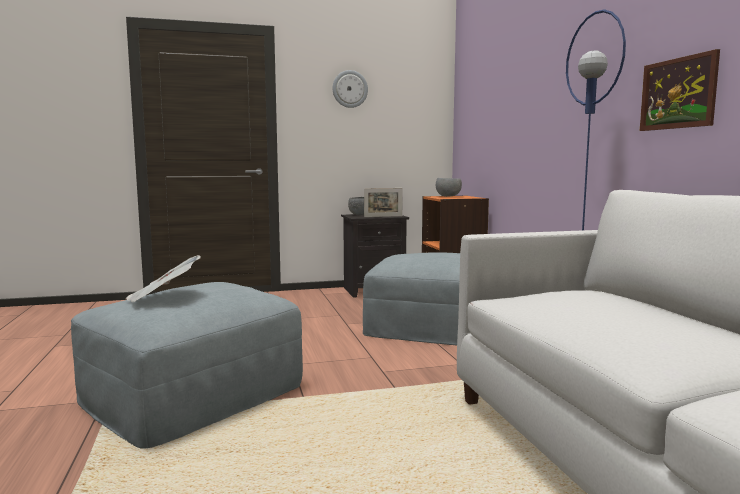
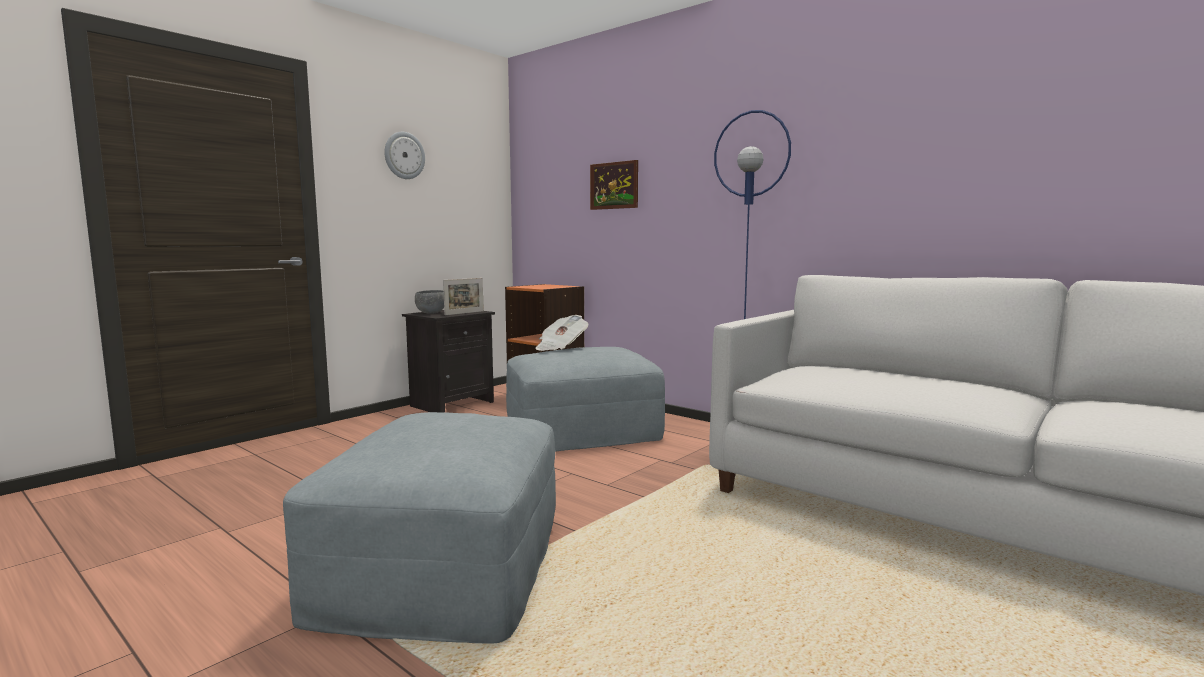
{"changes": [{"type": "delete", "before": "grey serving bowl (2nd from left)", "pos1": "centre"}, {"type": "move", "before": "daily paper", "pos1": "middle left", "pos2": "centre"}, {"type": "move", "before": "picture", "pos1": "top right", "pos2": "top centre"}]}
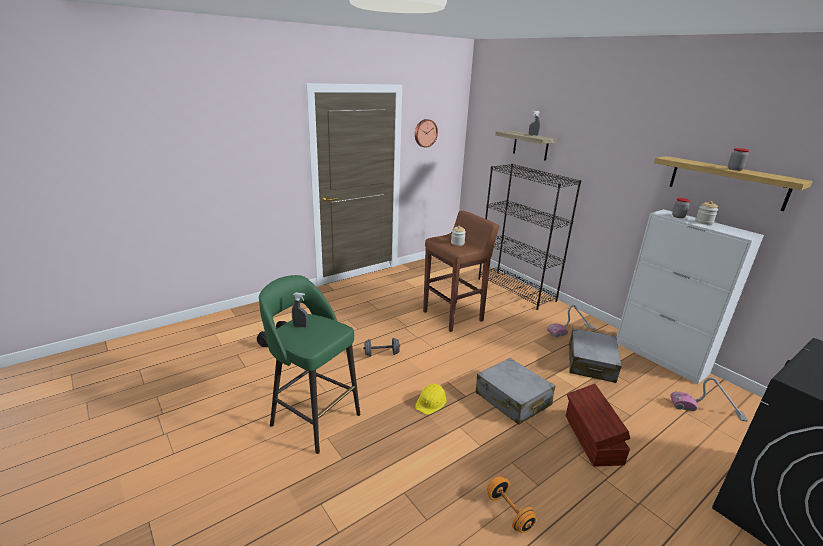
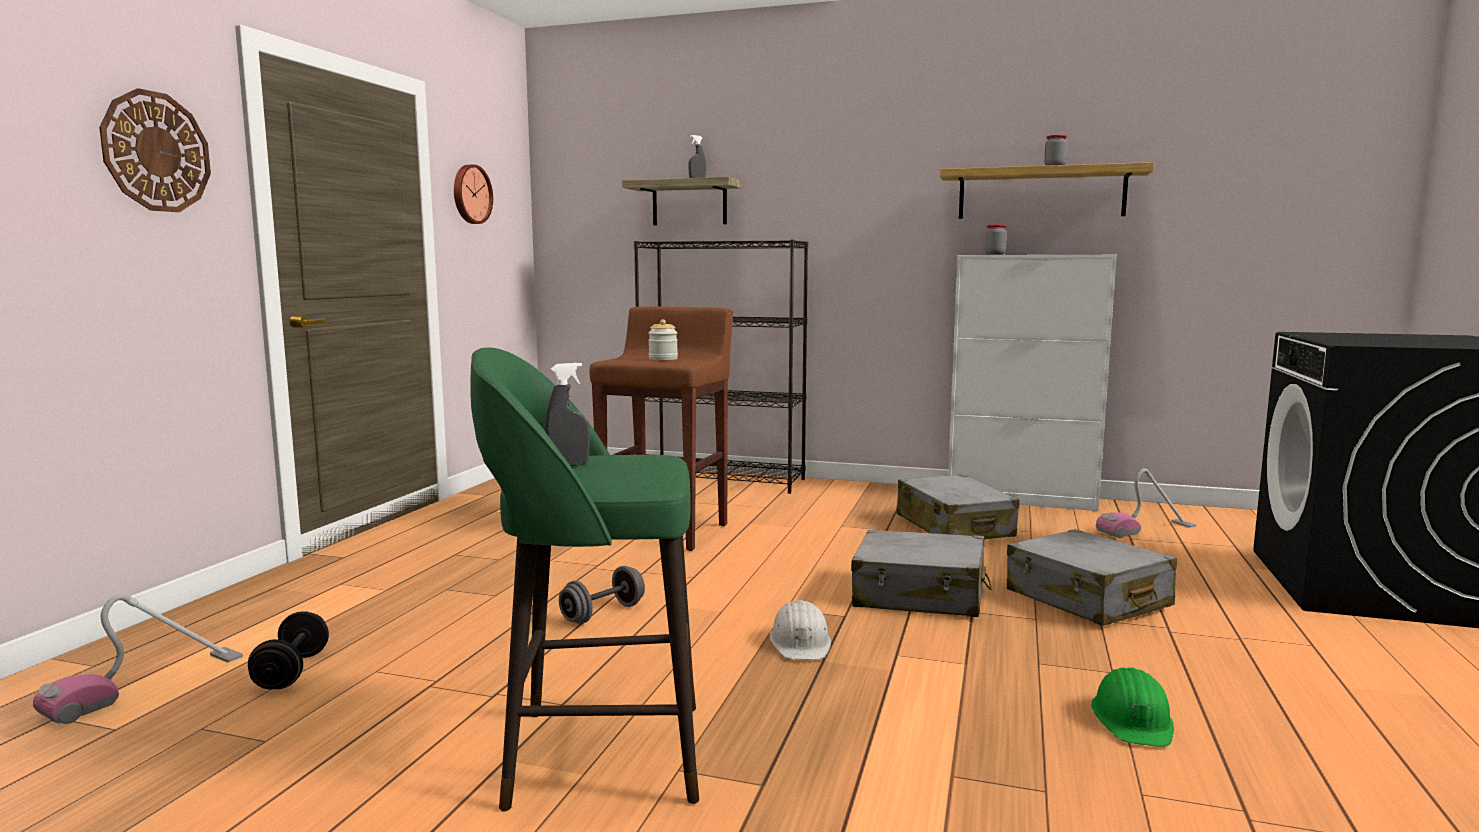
{"changes": [{"type": "delete", "before": "preserve jar (3rd from left)", "pos1": "middle right"}, {"type": "insert", "after": "hanging clock (1st from left)", "pos2": "top left"}, {"type": "move", "before": "hoover (1st from left)", "pos1": "middle right", "pos2": "bottom left"}, {"type": "replace", "before": "orange hand weight", "after": "green-coloured safety helmet", "pos1": "bottom centre", "pos2": "bottom right"}, {"type": "replace", "before": "brown storage container", "after": "grey piece of luggage (3rd from left)", "pos1": "bottom right", "pos2": "bottom right"}, {"type": "recolor", "before": "yellow-coloured safety helmet", "after": "whitish safety helmet", "pos1": "bottom centre", "pos2": "bottom centre"}]}
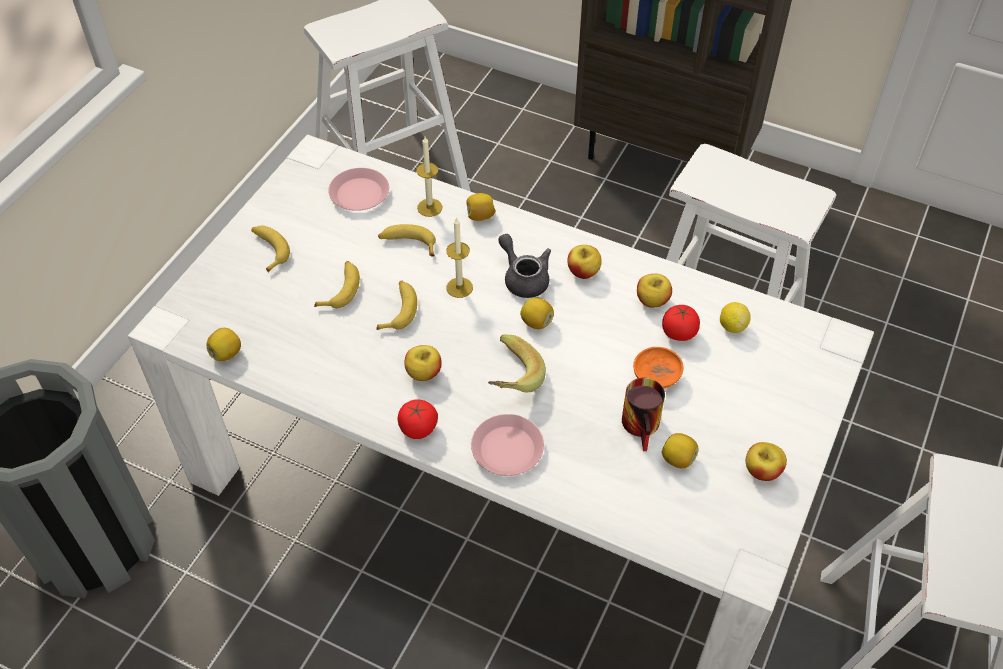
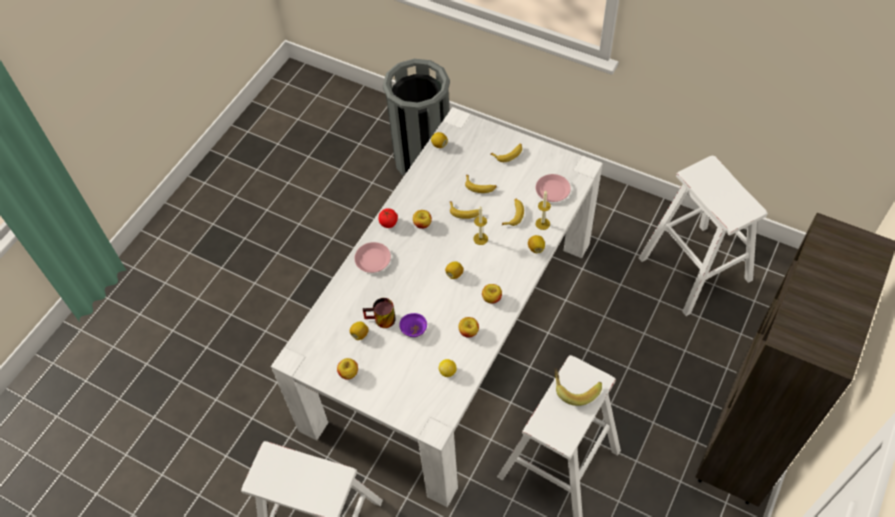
{"changes": [{"type": "delete", "before": "grey teapot", "pos1": "centre"}, {"type": "delete", "before": "fresh tomato (2nd from left)", "pos1": "middle right"}, {"type": "move", "before": "banana fruit (5th from left)", "pos1": "centre", "pos2": "bottom centre"}, {"type": "recolor", "before": "orange serving bowl", "after": "purple-coloured serving bowl", "pos1": "centre", "pos2": "centre"}]}
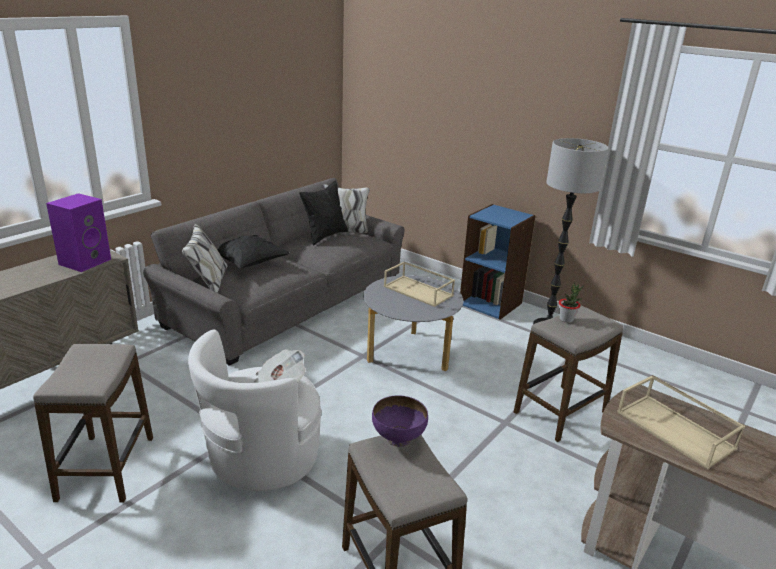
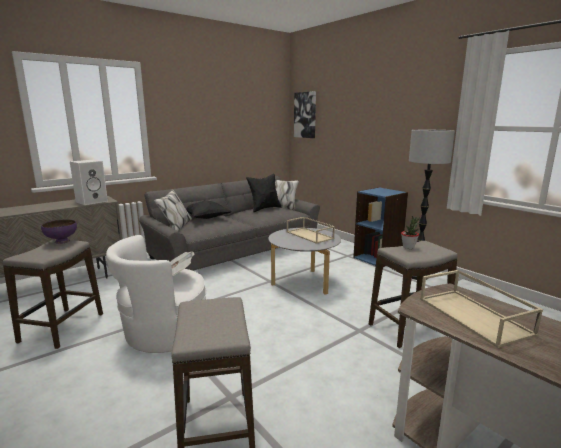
{"changes": [{"type": "insert", "after": "picture", "pos2": "top centre"}, {"type": "move", "before": "purple-coloured serving bowl", "pos1": "bottom centre", "pos2": "middle left"}, {"type": "recolor", "before": "purple-coloured speaker", "after": "whitish speaker", "pos1": "middle left", "pos2": "middle left"}]}
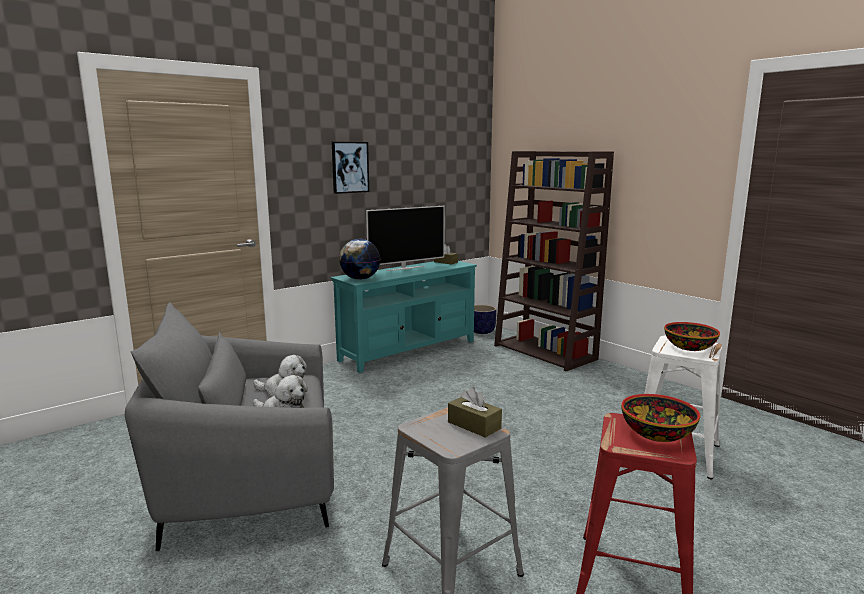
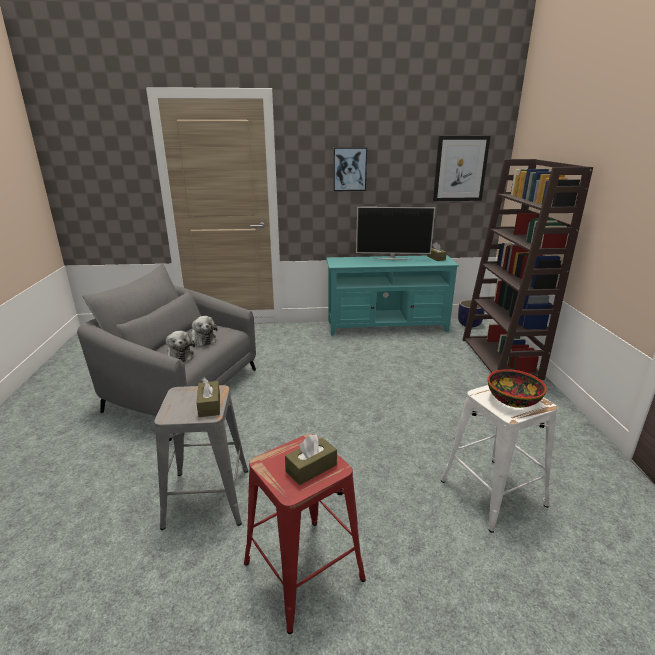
{"changes": [{"type": "delete", "before": "desk globe", "pos1": "centre"}, {"type": "insert", "after": "picture (2nd from left)", "pos2": "top right"}, {"type": "replace", "before": "serving bowl (1st from left)", "after": "brown tissue holder (2nd from left)", "pos1": "bottom right", "pos2": "bottom centre"}]}
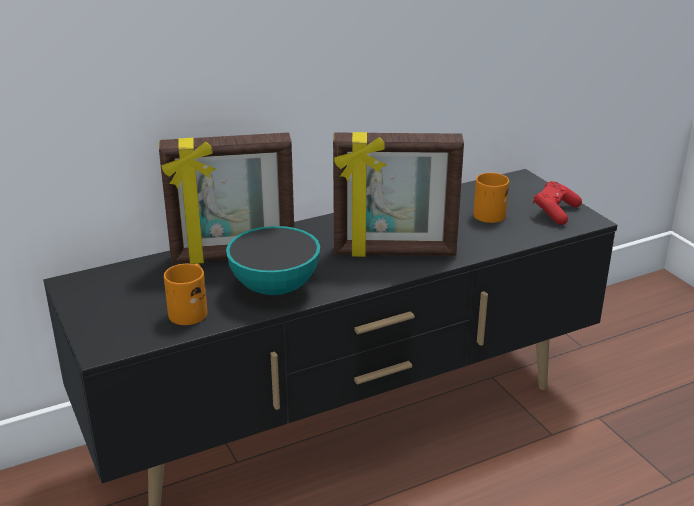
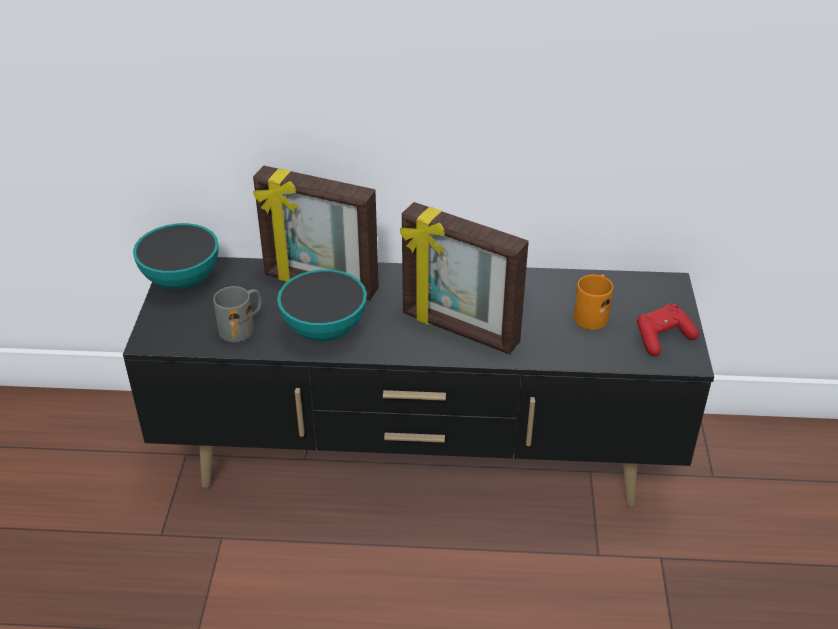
{"changes": [{"type": "insert", "after": "serving bowl (1st from left)", "pos2": "middle left"}, {"type": "recolor", "before": "orange mug (1st from left)", "after": "grey mug", "pos1": "middle left", "pos2": "middle left"}]}
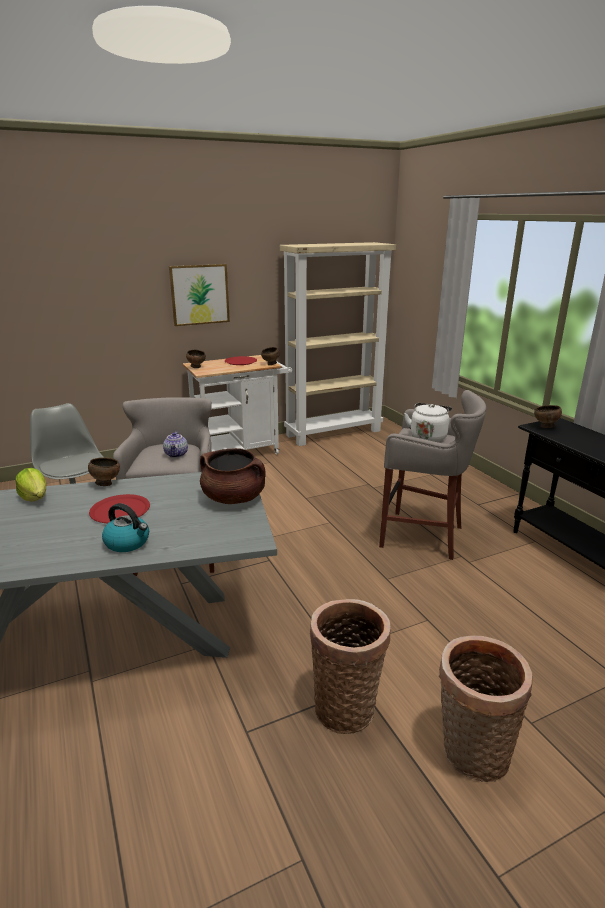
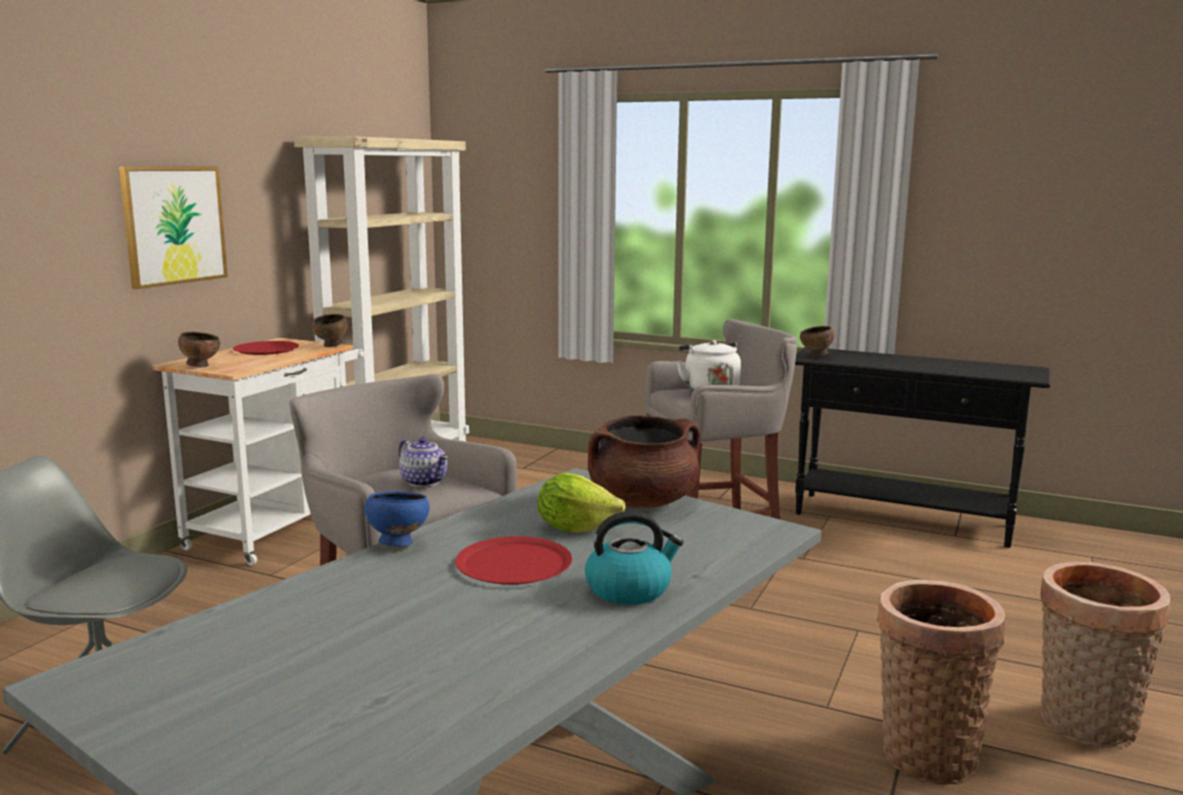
{"changes": [{"type": "move", "before": "lettuce", "pos1": "middle left", "pos2": "centre"}, {"type": "recolor", "before": "brown serving bowl (1st from left)", "after": "blue-coloured serving bowl", "pos1": "middle left", "pos2": "centre"}]}
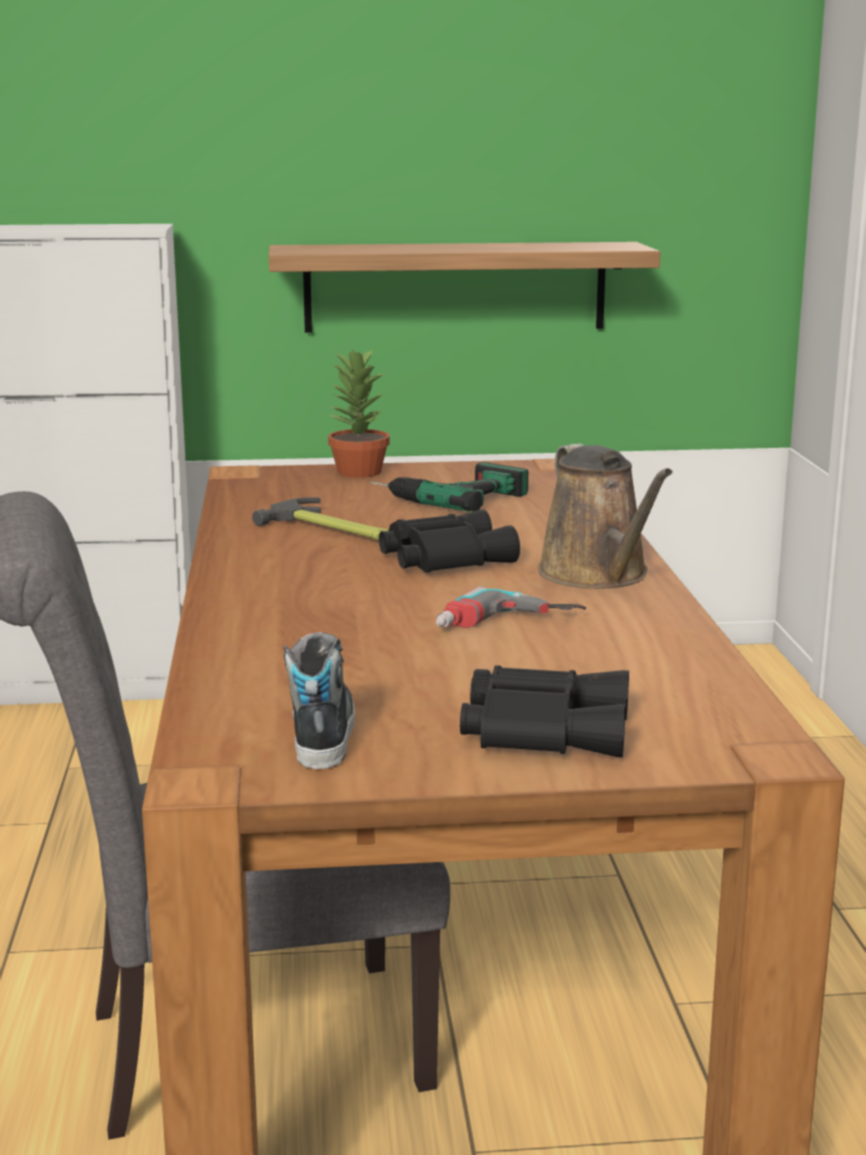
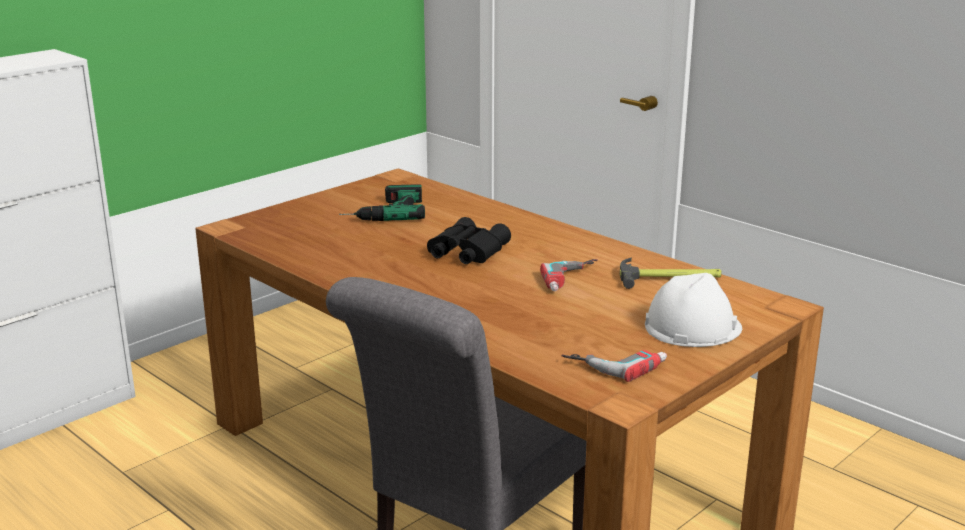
{"changes": [{"type": "delete", "before": "bracket shelf", "pos1": "top centre"}, {"type": "delete", "before": "houseplant", "pos1": "centre"}, {"type": "delete", "before": "brown watering can", "pos1": "middle right"}, {"type": "move", "before": "hammer", "pos1": "centre", "pos2": "middle right"}, {"type": "replace", "before": "low shoe", "after": "drill (3rd from left)", "pos1": "centre", "pos2": "bottom centre"}, {"type": "replace", "before": "blackish binoculars (2nd from left)", "after": "whitish safety helmet", "pos1": "centre", "pos2": "middle right"}]}
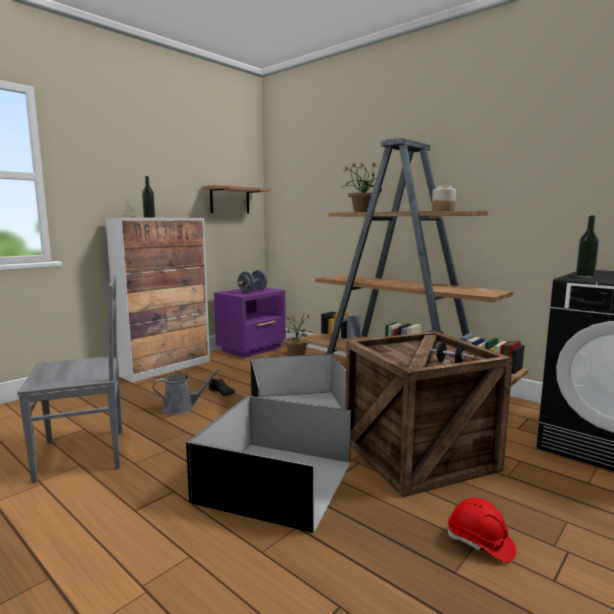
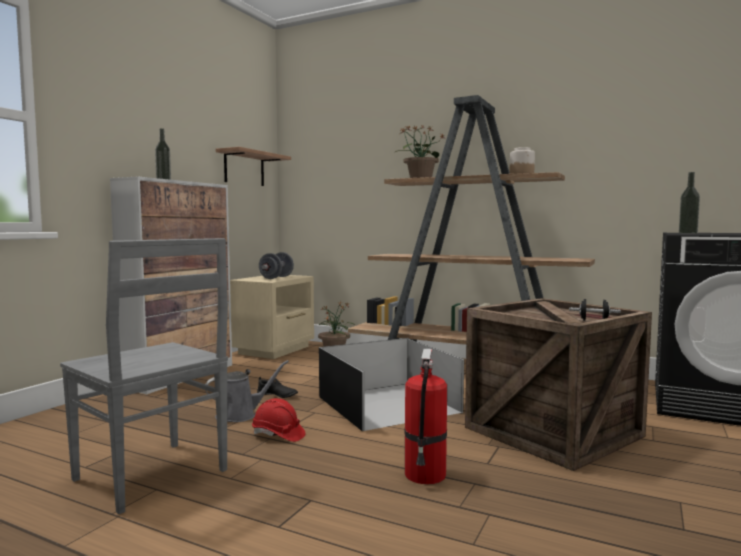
{"changes": [{"type": "move", "before": "reddish safety helmet", "pos1": "bottom right", "pos2": "bottom centre"}, {"type": "replace", "before": "blackish storage container (1st from left)", "after": "fire-fighting cylinder", "pos1": "bottom centre", "pos2": "bottom centre"}, {"type": "recolor", "before": "purple-coloured bedside table", "after": "sand-coloured bedside table", "pos1": "centre", "pos2": "centre"}, {"type": "rotate", "before": "grey upright chair", "pos1": "middle left", "pos2": "bottom left", "turn": 75}]}
